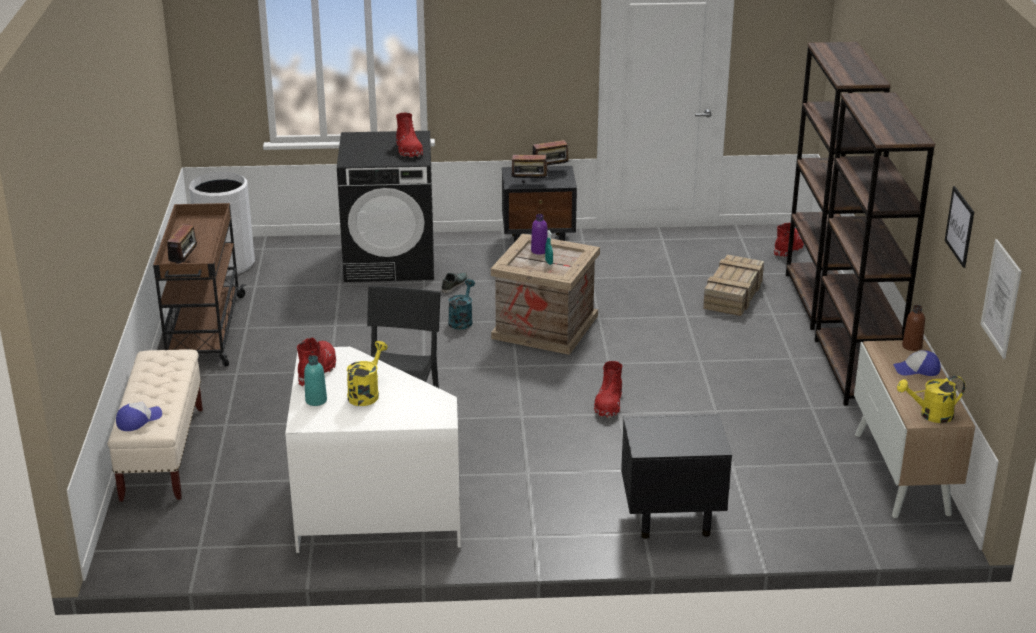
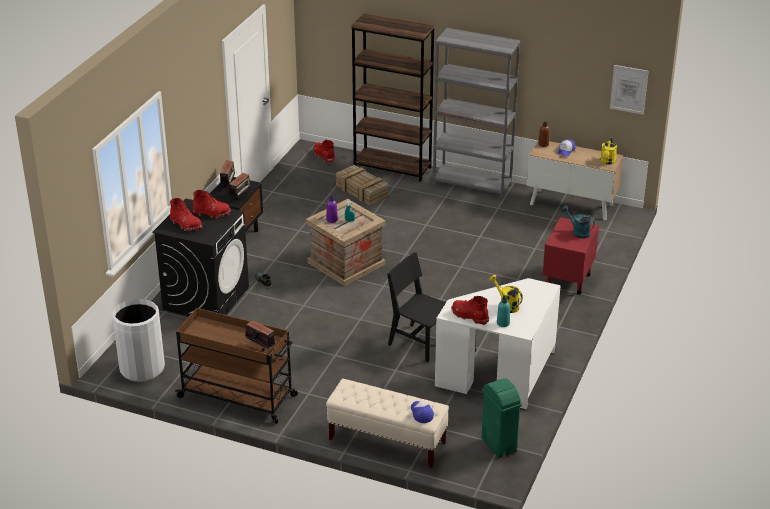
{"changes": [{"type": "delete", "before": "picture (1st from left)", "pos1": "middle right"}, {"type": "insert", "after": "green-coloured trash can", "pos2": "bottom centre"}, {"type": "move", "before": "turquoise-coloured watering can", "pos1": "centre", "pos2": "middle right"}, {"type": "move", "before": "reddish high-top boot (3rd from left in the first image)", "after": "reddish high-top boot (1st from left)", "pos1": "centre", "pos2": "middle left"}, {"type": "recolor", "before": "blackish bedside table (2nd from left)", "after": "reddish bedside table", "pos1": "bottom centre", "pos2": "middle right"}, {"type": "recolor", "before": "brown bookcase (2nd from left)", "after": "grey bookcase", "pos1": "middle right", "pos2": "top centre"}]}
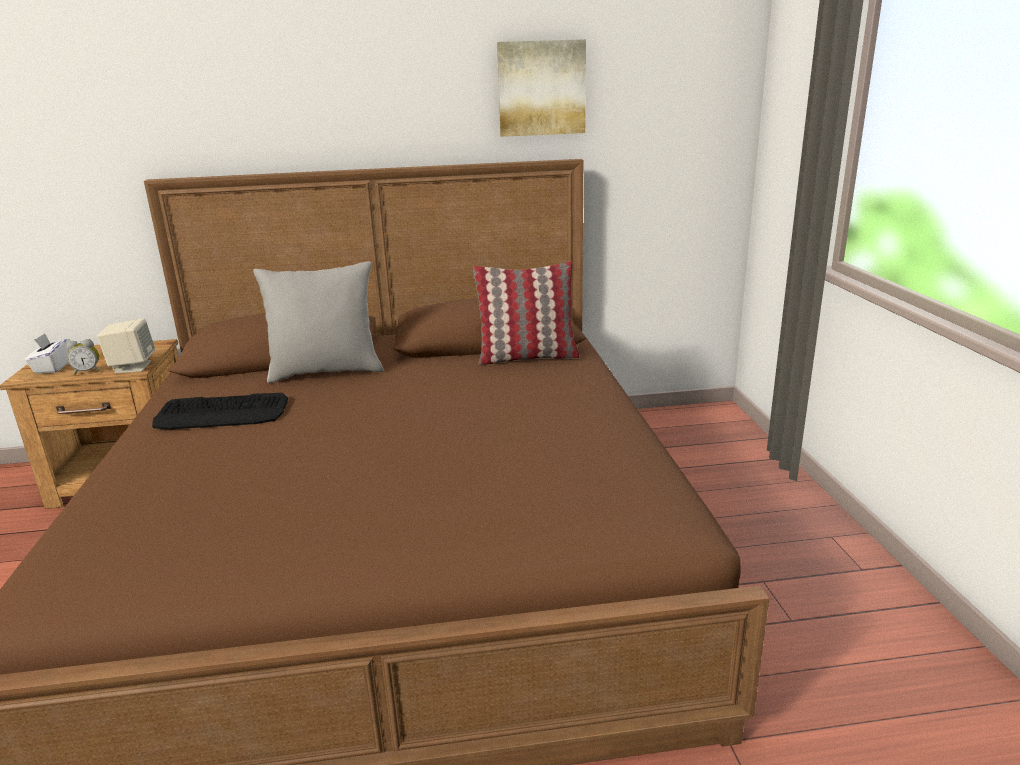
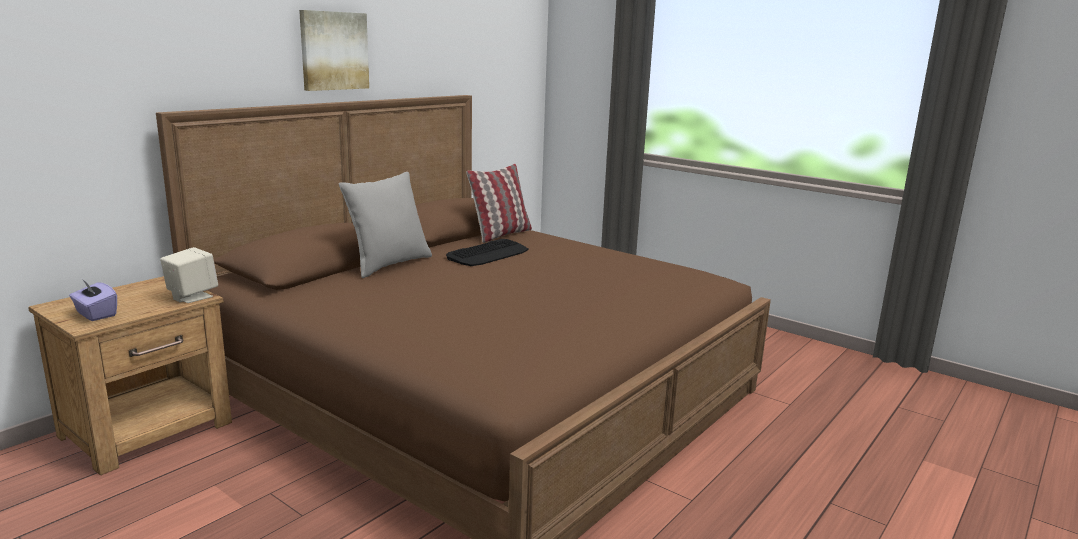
{"changes": [{"type": "delete", "before": "bedside clock", "pos1": "middle left"}, {"type": "move", "before": "keyboard", "pos1": "middle left", "pos2": "centre"}, {"type": "move", "before": "picture", "pos1": "top centre", "pos2": "top left"}, {"type": "recolor", "before": "whitish tissue holder", "after": "purple-coloured tissue holder", "pos1": "middle left", "pos2": "middle left"}]}
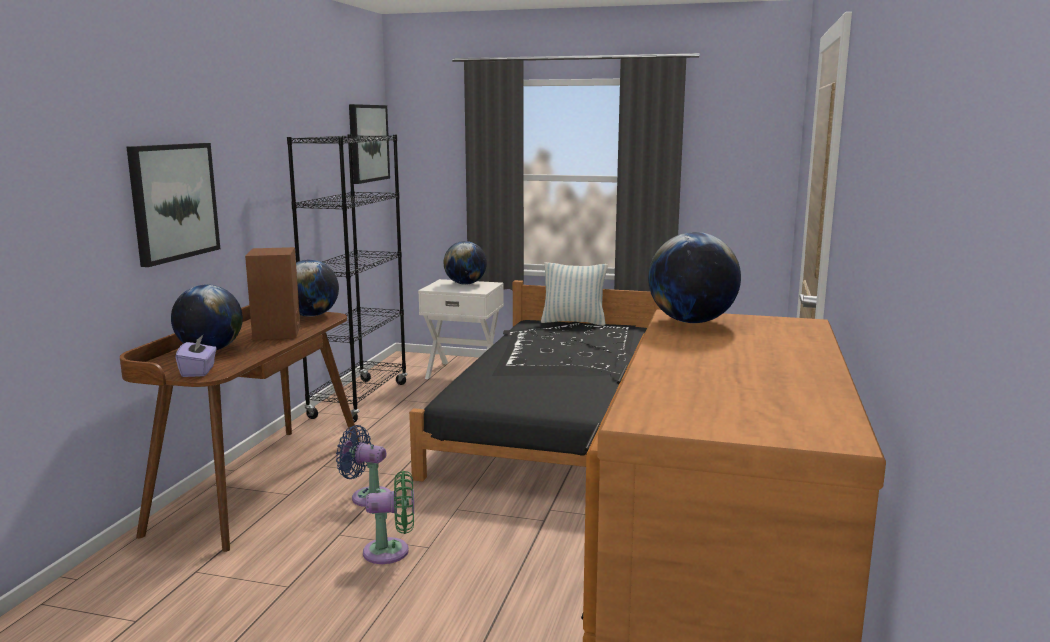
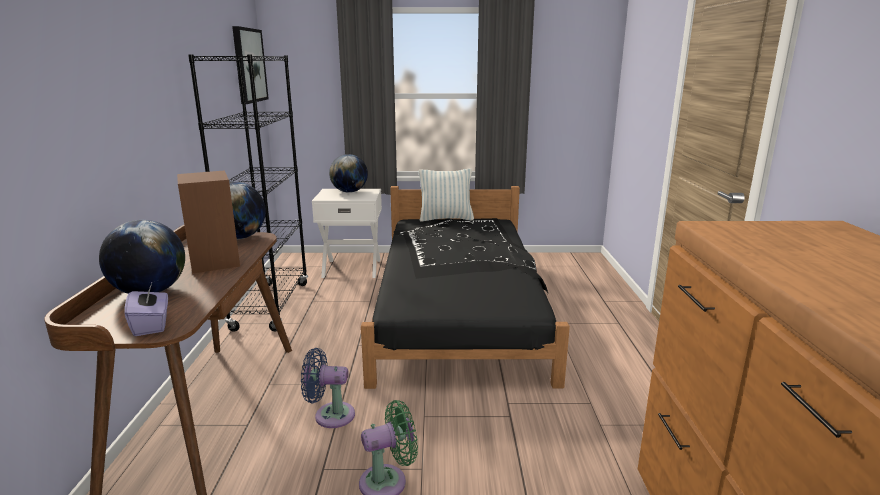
{"changes": [{"type": "delete", "before": "picture (1st from left)", "pos1": "top left"}, {"type": "delete", "before": "desk globe (4th from left)", "pos1": "centre"}]}
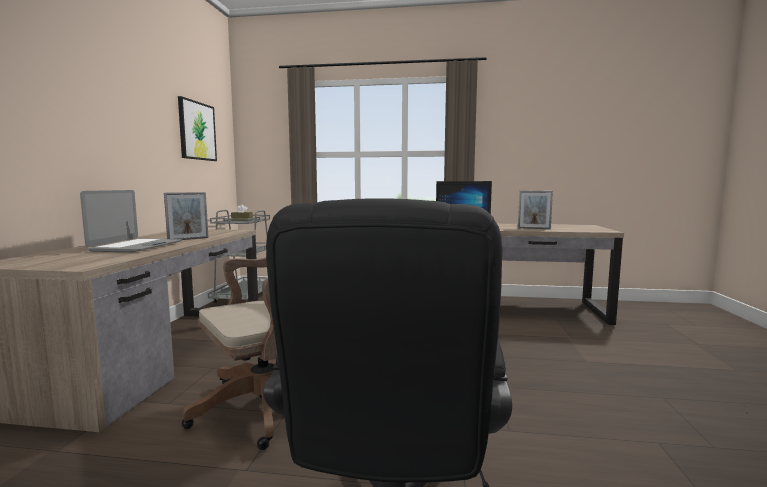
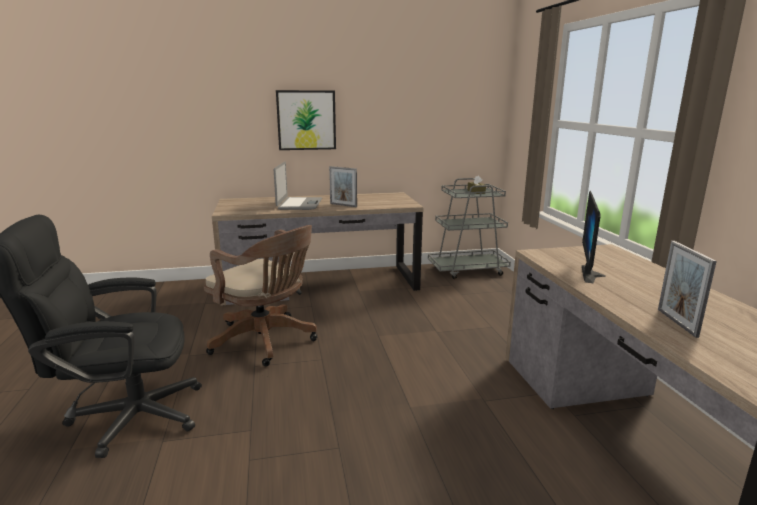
{"changes": [{"type": "move", "before": "picture", "pos1": "top left", "pos2": "top centre"}, {"type": "rotate", "before": "portable computer", "pos1": "middle left", "pos2": "centre", "turn": -75}]}
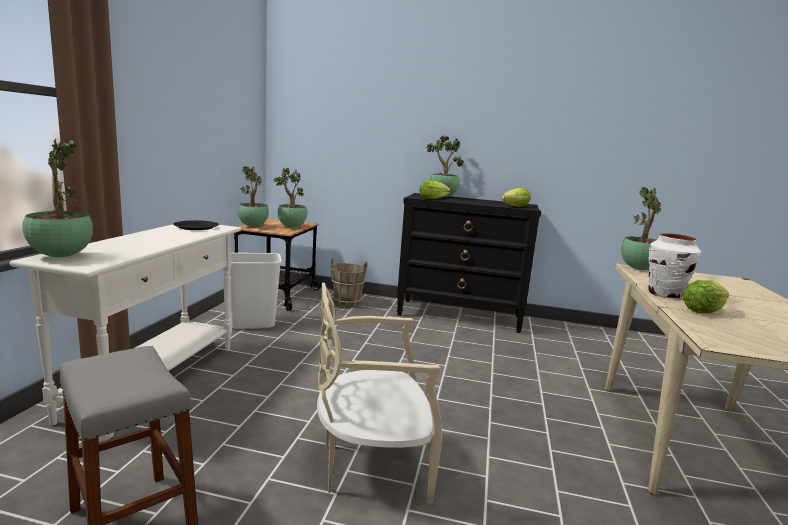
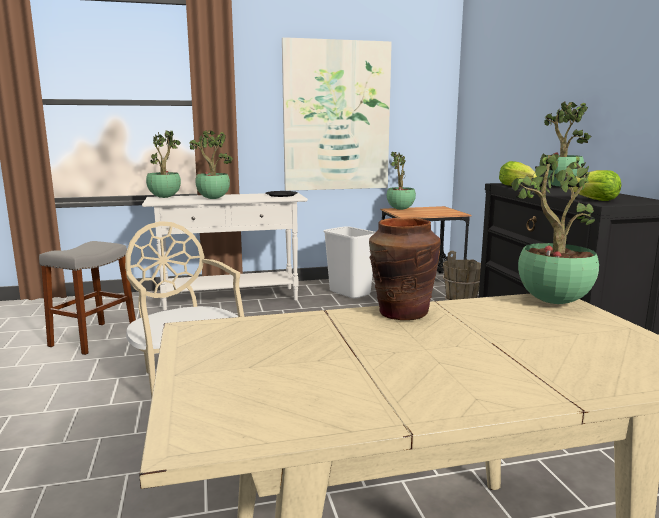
{"changes": [{"type": "delete", "before": "lettuce (3rd from left)", "pos1": "middle right"}, {"type": "insert", "after": "picture", "pos2": "top centre"}, {"type": "move", "before": "houseplant (3rd from left in the first image)", "after": "houseplant (2nd from left)", "pos1": "centre", "pos2": "top left"}, {"type": "recolor", "before": "whitish vase", "after": "brown vase", "pos1": "middle right", "pos2": "centre"}]}
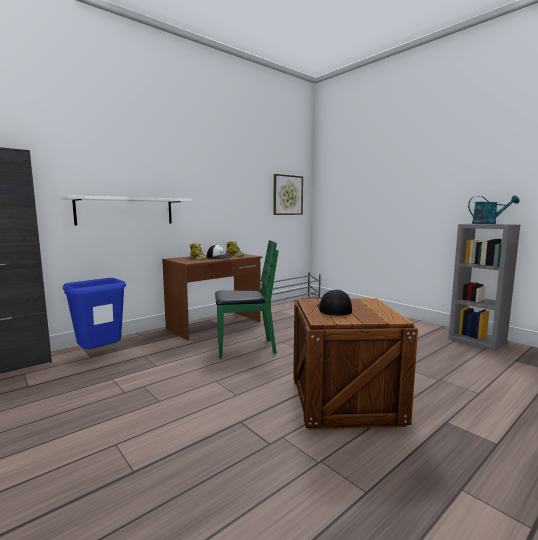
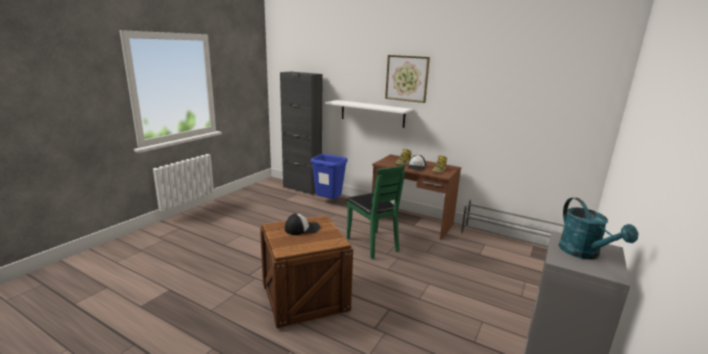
{"changes": [{"type": "move", "before": "picture", "pos1": "centre", "pos2": "top centre"}]}
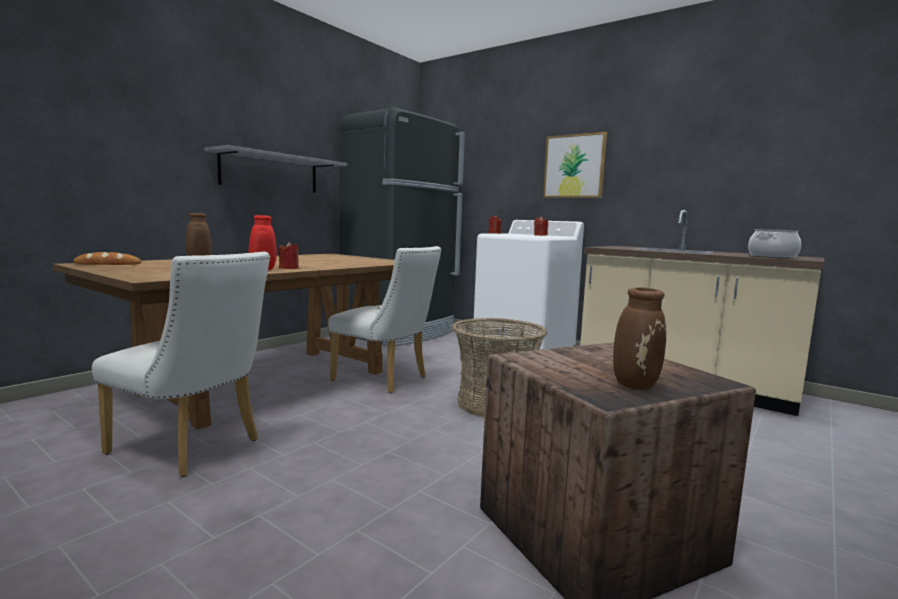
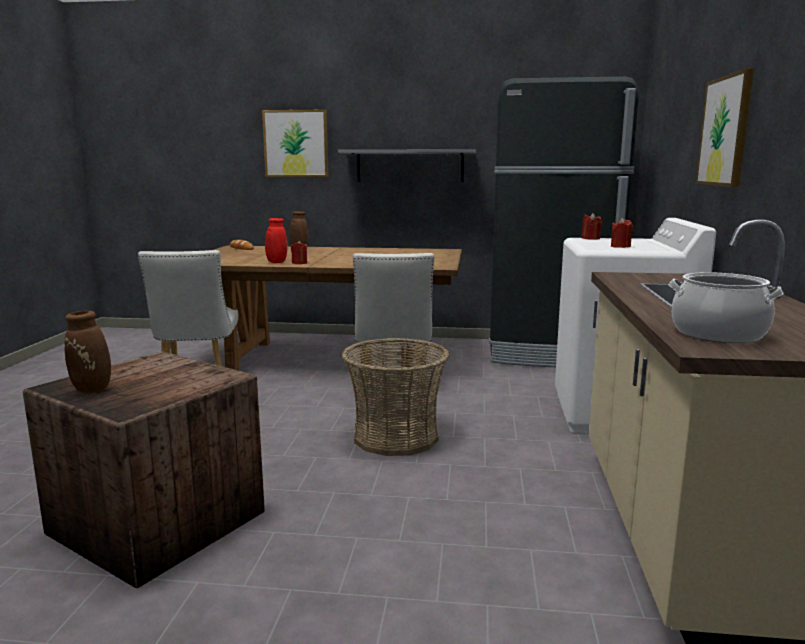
{"changes": [{"type": "insert", "after": "picture (1st from left)", "pos2": "top centre"}]}
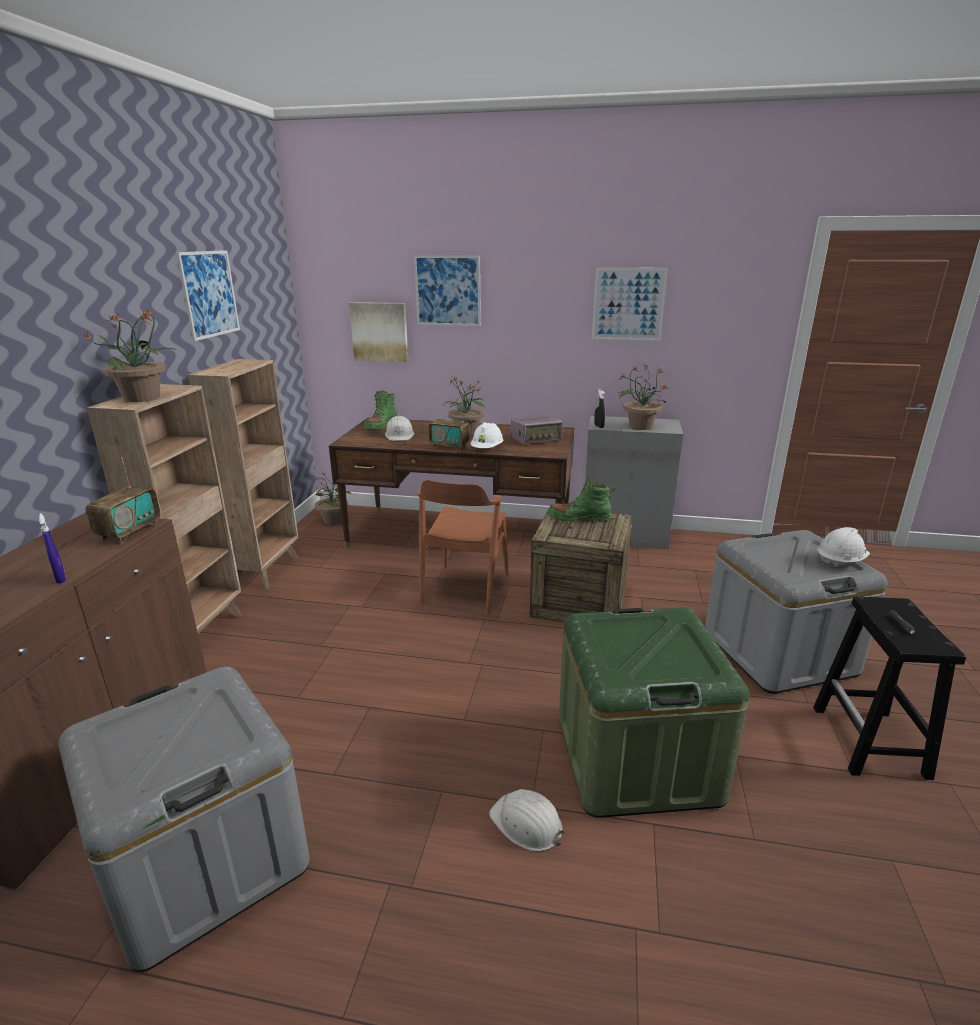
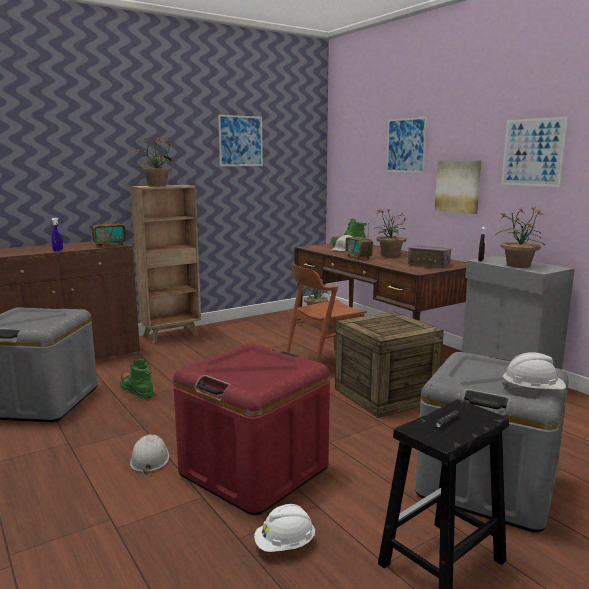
{"changes": [{"type": "delete", "before": "brown bookcase (2nd from left)", "pos1": "middle left"}, {"type": "move", "before": "picture (2nd from left in the first image)", "after": "picture (3rd from left)", "pos1": "top centre", "pos2": "top right"}, {"type": "move", "before": "whitish safety helmet (2nd from left)", "pos1": "centre", "pos2": "bottom centre"}, {"type": "move", "before": "green-coloured high-top boot (2nd from left in the first image)", "after": "green-coloured high-top boot (1st from left)", "pos1": "centre", "pos2": "middle left"}, {"type": "recolor", "before": "green-coloured storage container", "after": "reddish storage container", "pos1": "bottom right", "pos2": "bottom centre"}]}
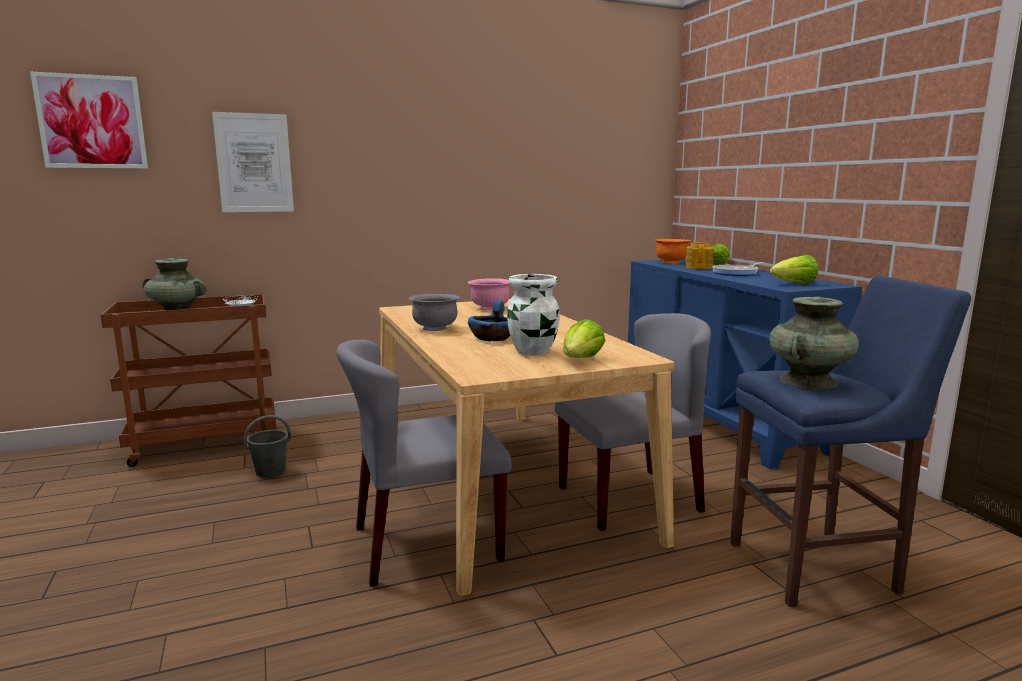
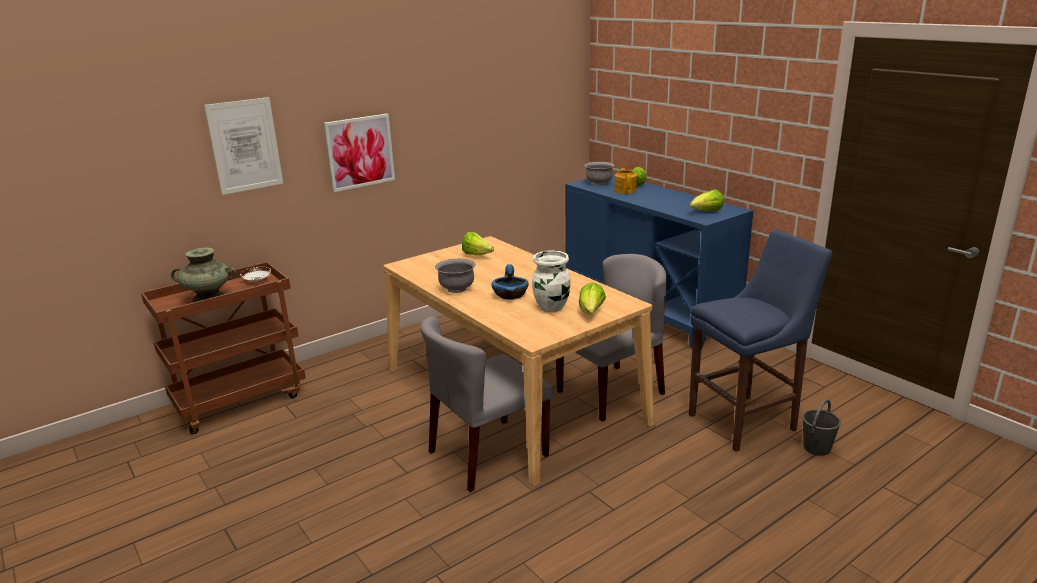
{"changes": [{"type": "delete", "before": "skillet", "pos1": "middle right"}, {"type": "delete", "before": "turquoise-coloured vase (2nd from left)", "pos1": "middle right"}, {"type": "move", "before": "picture (1st from left in the first image)", "after": "picture (2nd from left)", "pos1": "top left", "pos2": "top centre"}, {"type": "move", "before": "grey bucket", "pos1": "middle left", "pos2": "bottom right"}, {"type": "replace", "before": "pink-coloured serving bowl", "after": "lettuce (1st from left)", "pos1": "centre", "pos2": "centre"}, {"type": "recolor", "before": "orange serving bowl", "after": "grey serving bowl (2nd from left)", "pos1": "centre", "pos2": "top centre"}]}
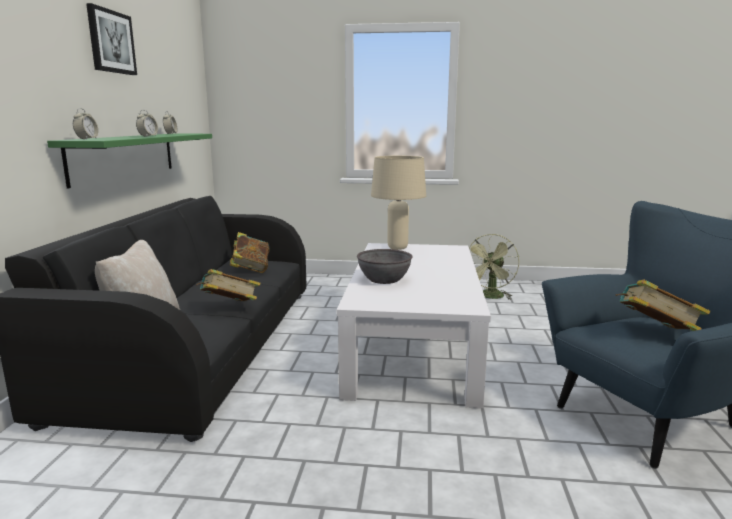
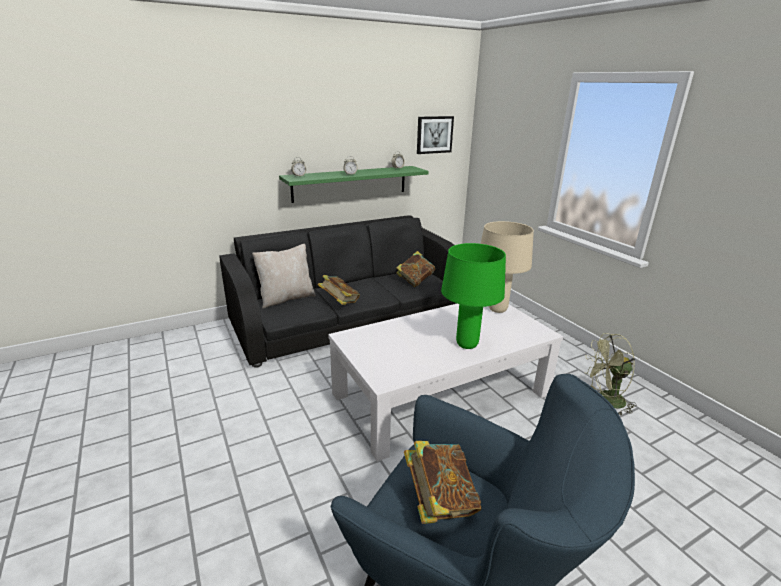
{"changes": [{"type": "delete", "before": "grey serving bowl", "pos1": "centre"}, {"type": "insert", "after": "green-coloured tabletop lamp", "pos2": "centre"}, {"type": "move", "before": "picture", "pos1": "top left", "pos2": "top centre"}]}
